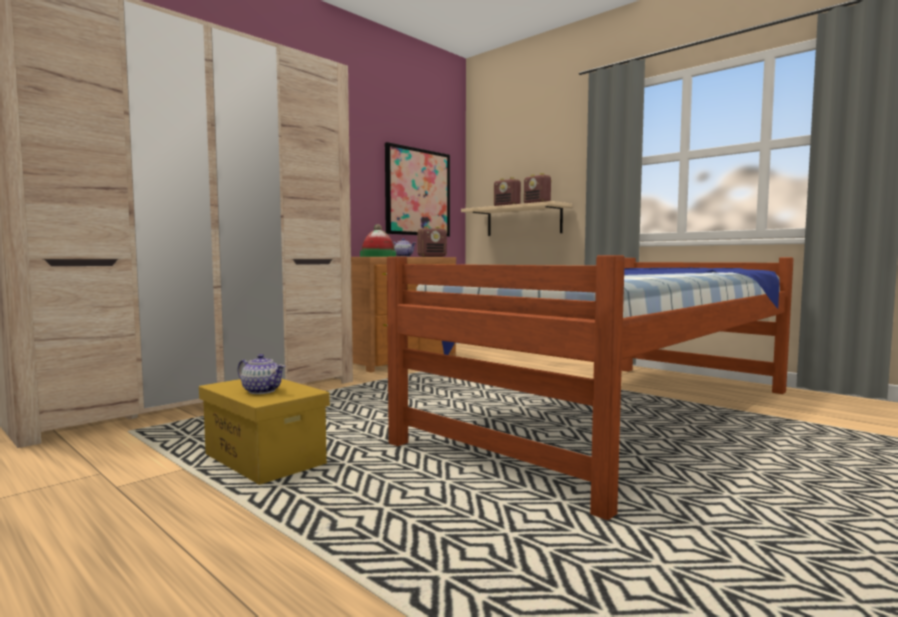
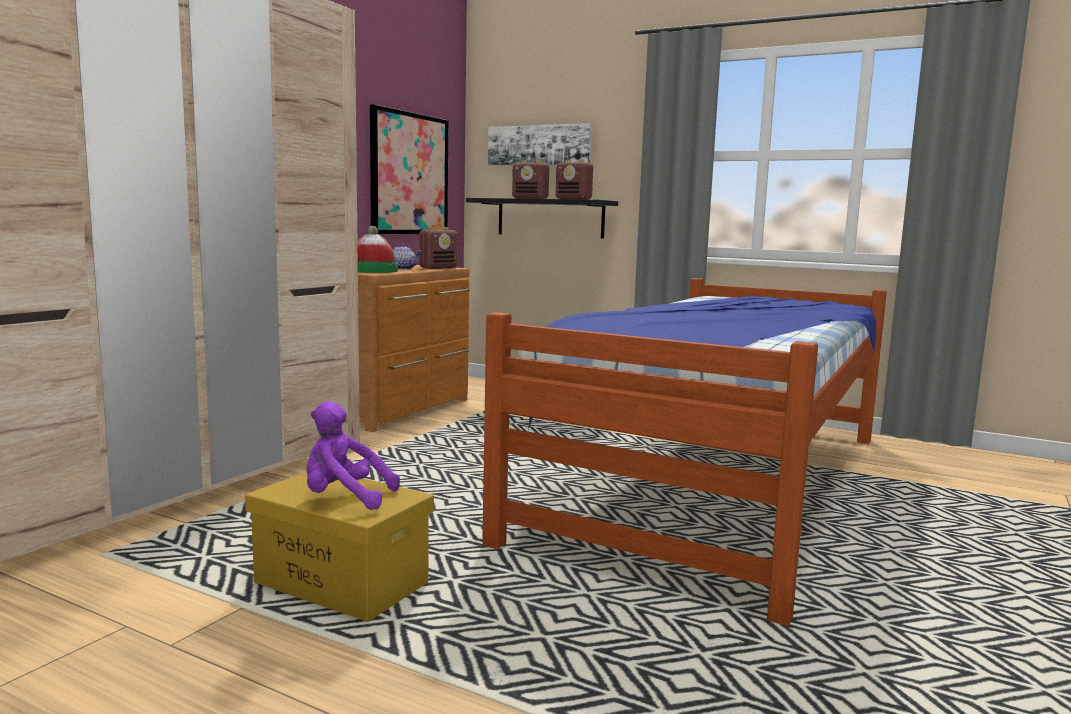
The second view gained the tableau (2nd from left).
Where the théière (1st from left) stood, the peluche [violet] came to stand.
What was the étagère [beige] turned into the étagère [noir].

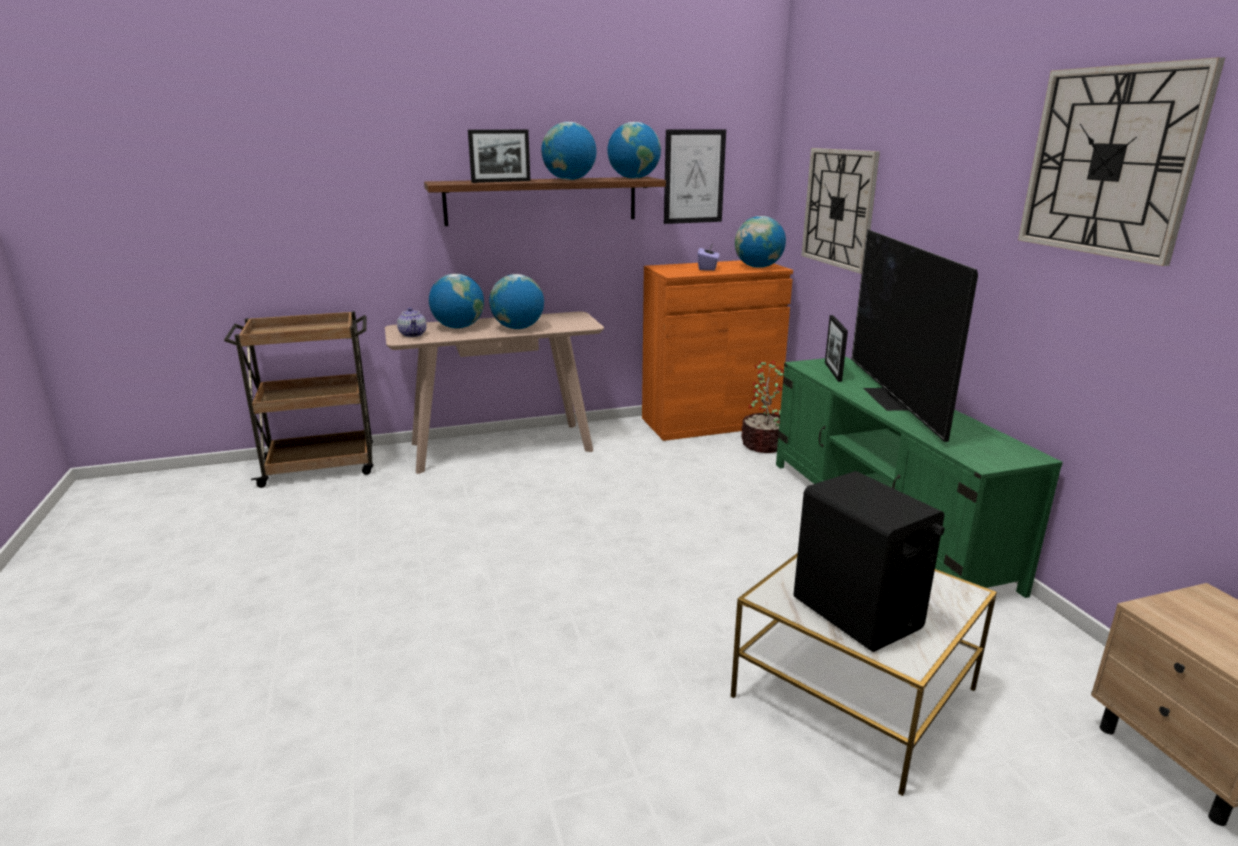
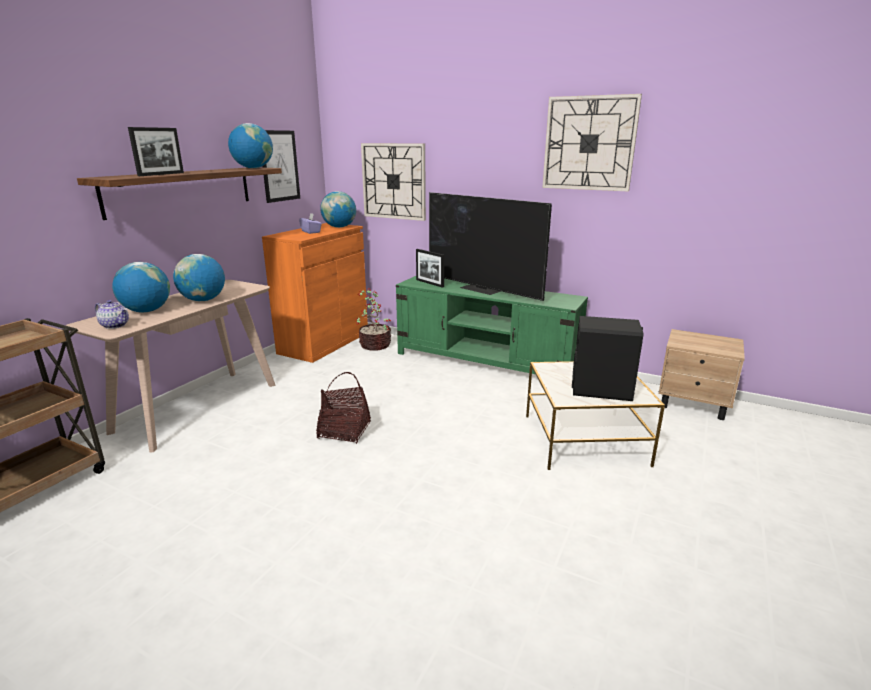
The second view lost the globe (3rd from left).
The second view gained the panier.

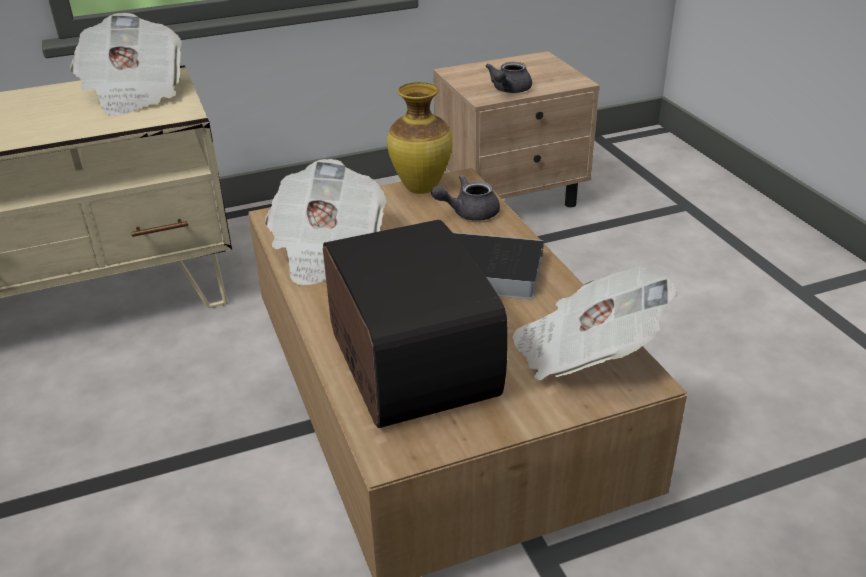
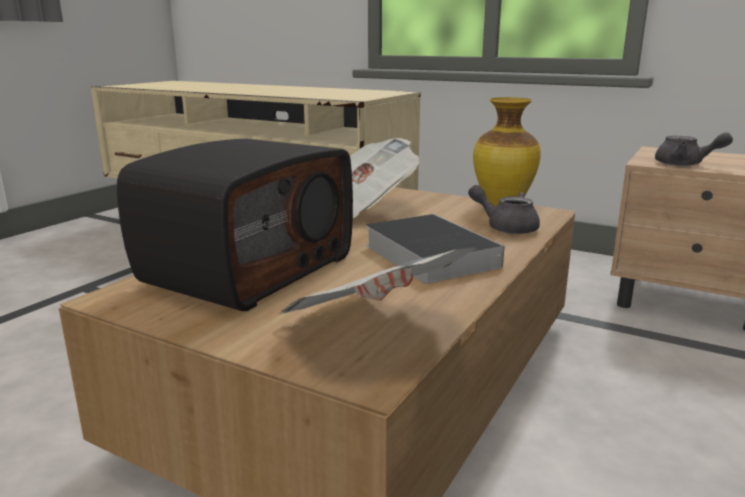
The second view lost the journal (1st from left).
The théière [gris] (2nd from left) ended up facing another way, 135 degrees counterclockwise from before.

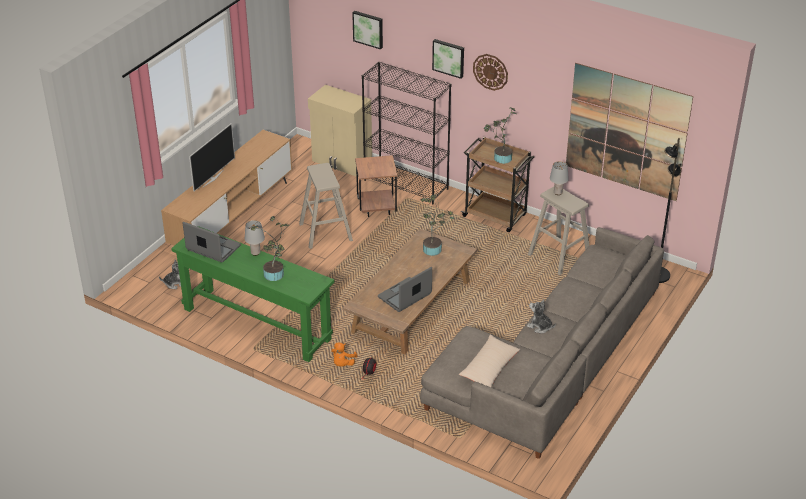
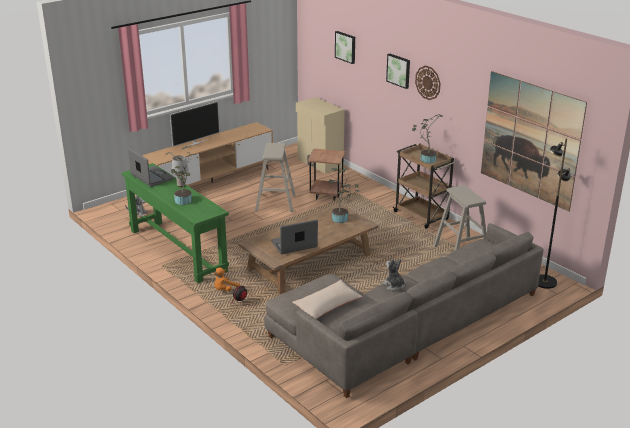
The second view lost the bibliothèque [noir].
The second view lost the lampe de table [gris] (2nd from left).

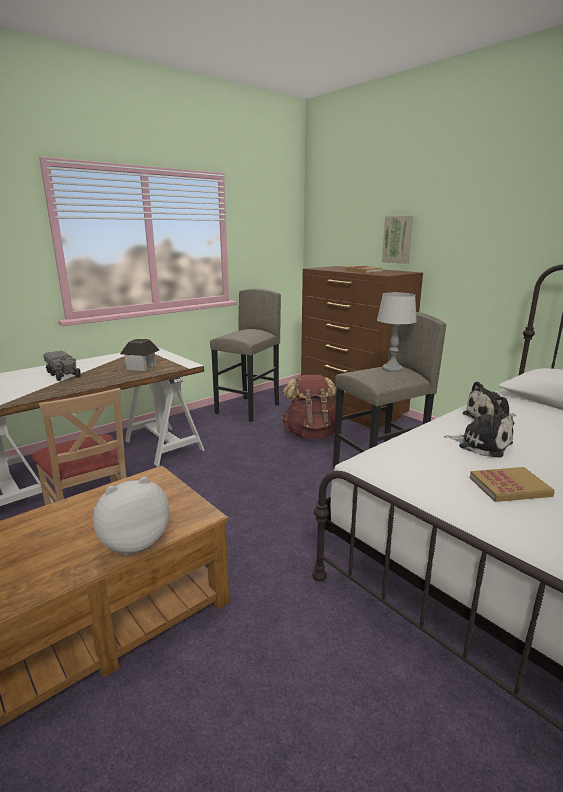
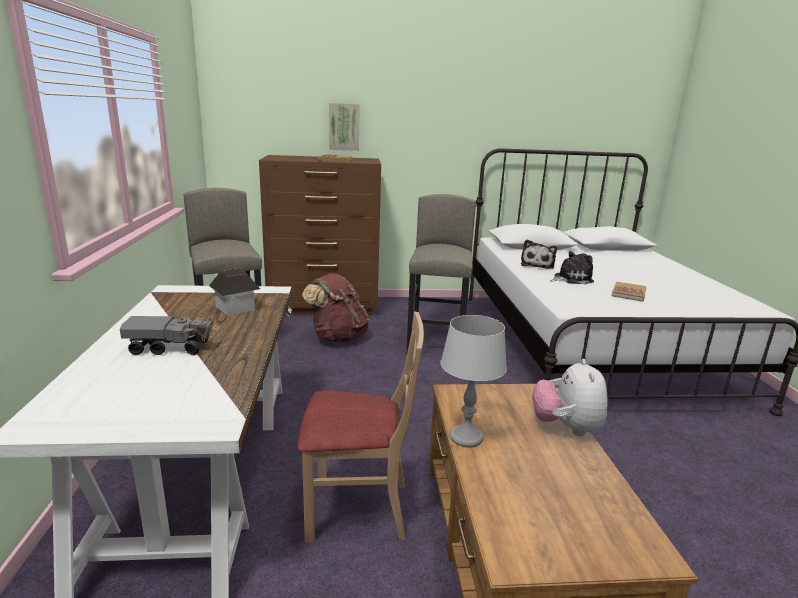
The lampe de table [gris] ended up elsewhere.

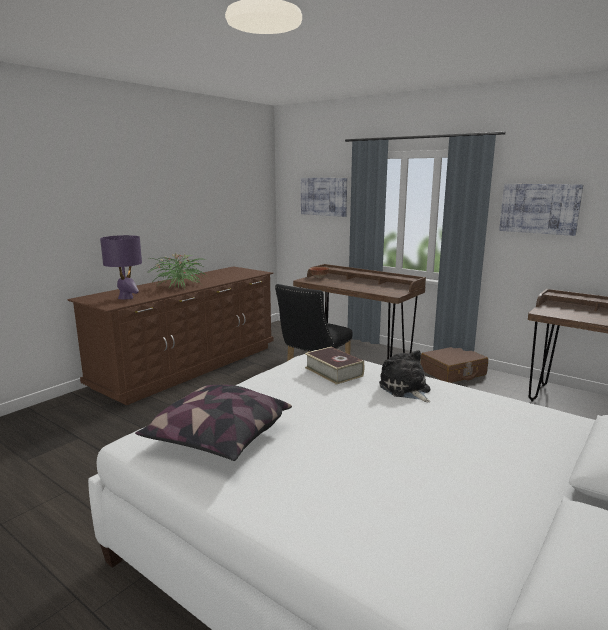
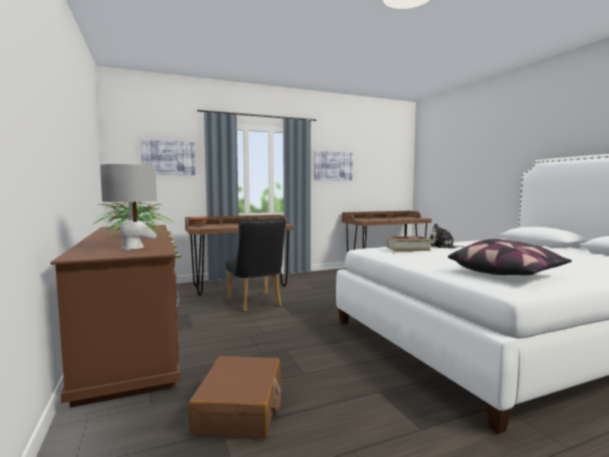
The valise [marron] ended up elsewhere.
What was the lampe de table [violet] turned into the lampe de table [gris].

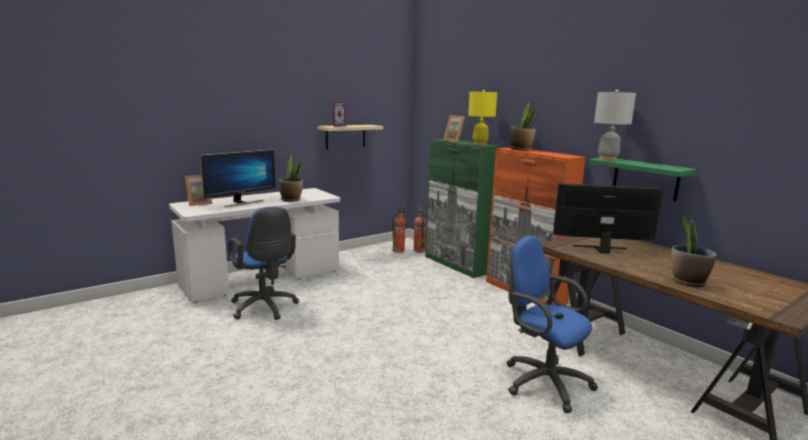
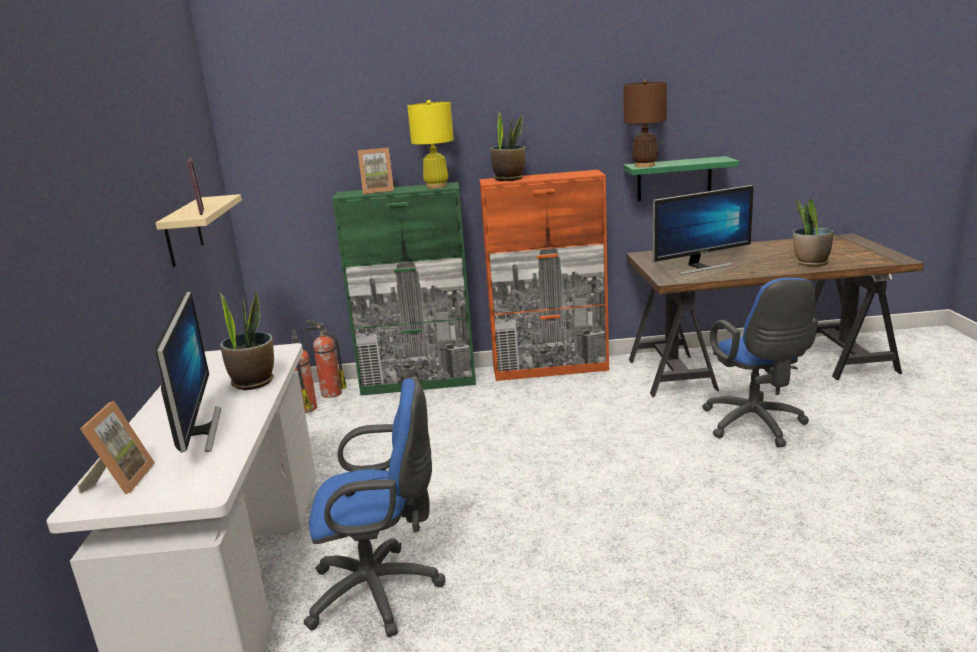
What was the lampe de table [gris] turned into the lampe de table [marron].
The chaise de bureau [bleu] (2nd from left) ended up facing another way, 90 degrees counterclockwise from before.
The écran d'ordinateur (2nd from left) ended up facing another way, 150 degrees counterclockwise from before.

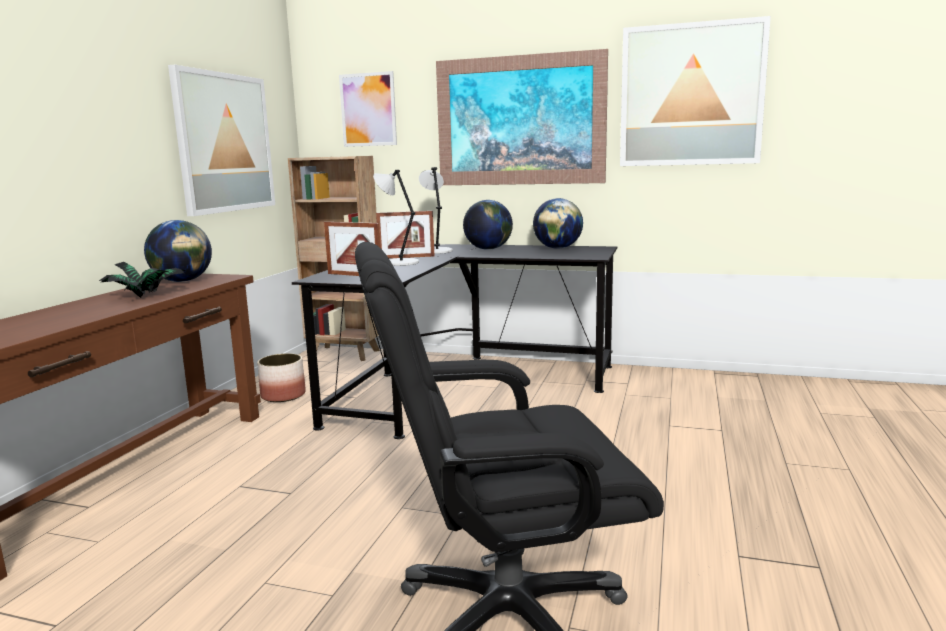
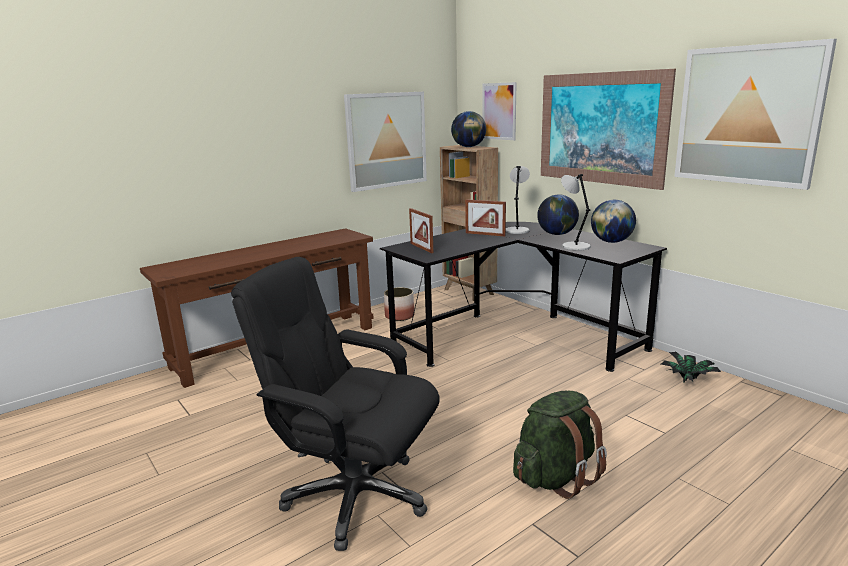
The second view gained the sac à dos [vert].
The plante en pot ended up elsewhere.
The globe (1st from left) ended up elsewhere.
The lampe de table [gris] (1st from left in the first image) ended up elsewhere.

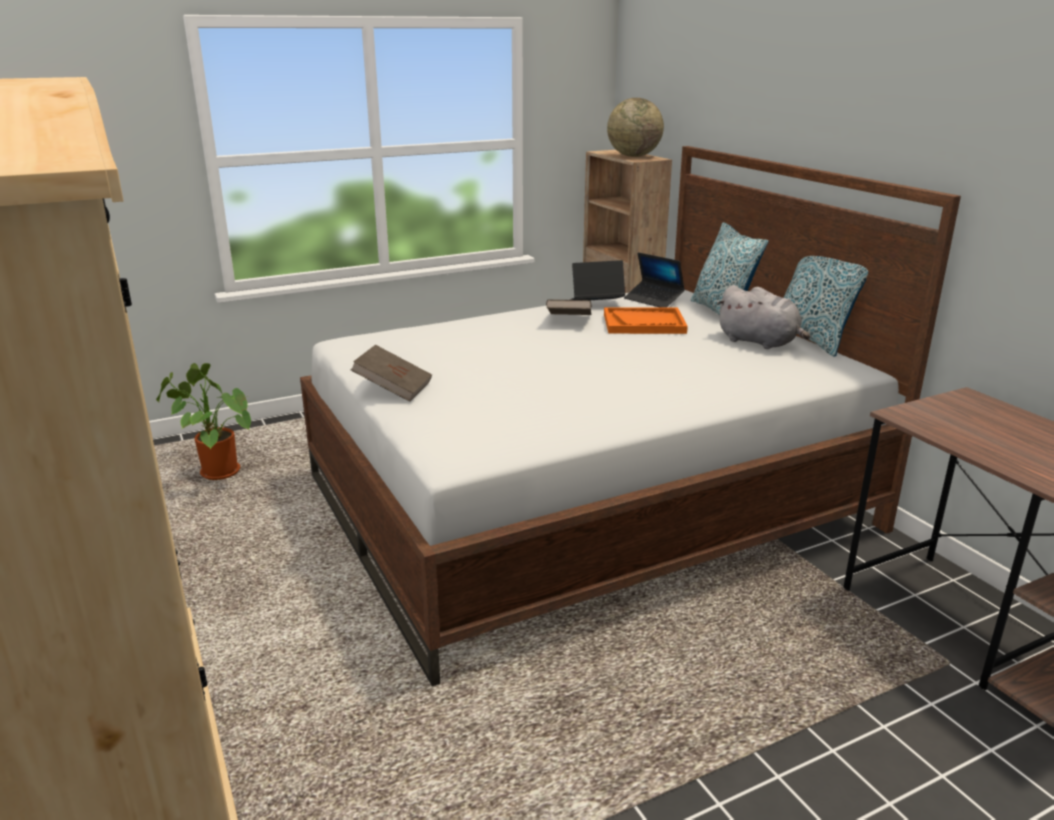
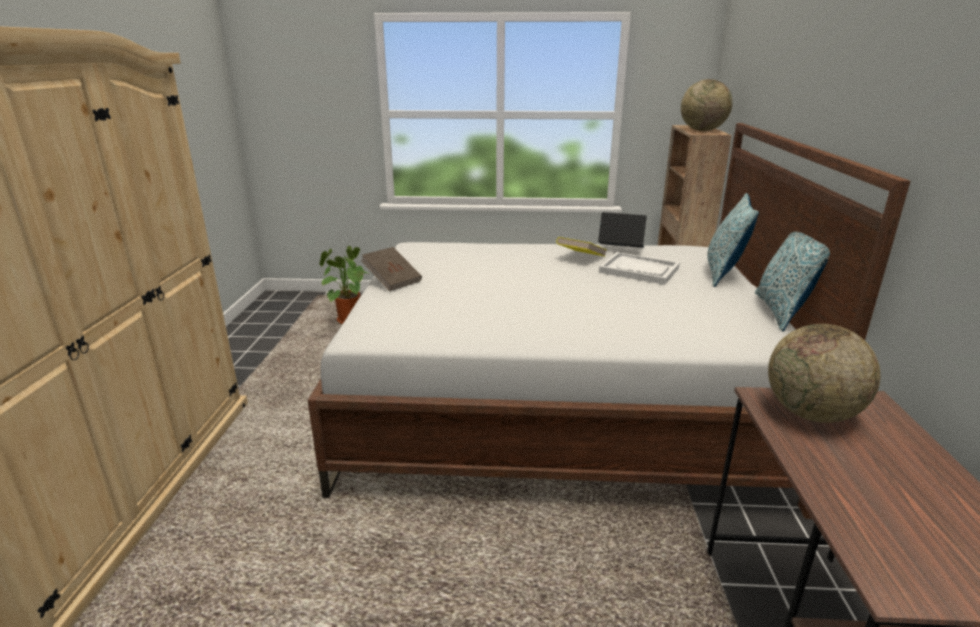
The second view lost the ordinateur portable (2nd from left).
The second view lost the peluche [gris].
The second view gained the globe (2nd from left).
What was the livre [marron] (2nd from left) turned into the livre [jaune].
What was the plateau [orange] turned into the plateau [blanc].

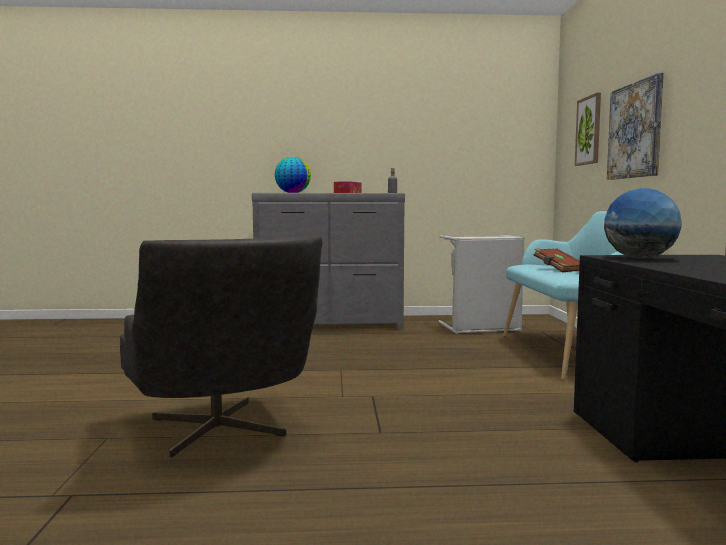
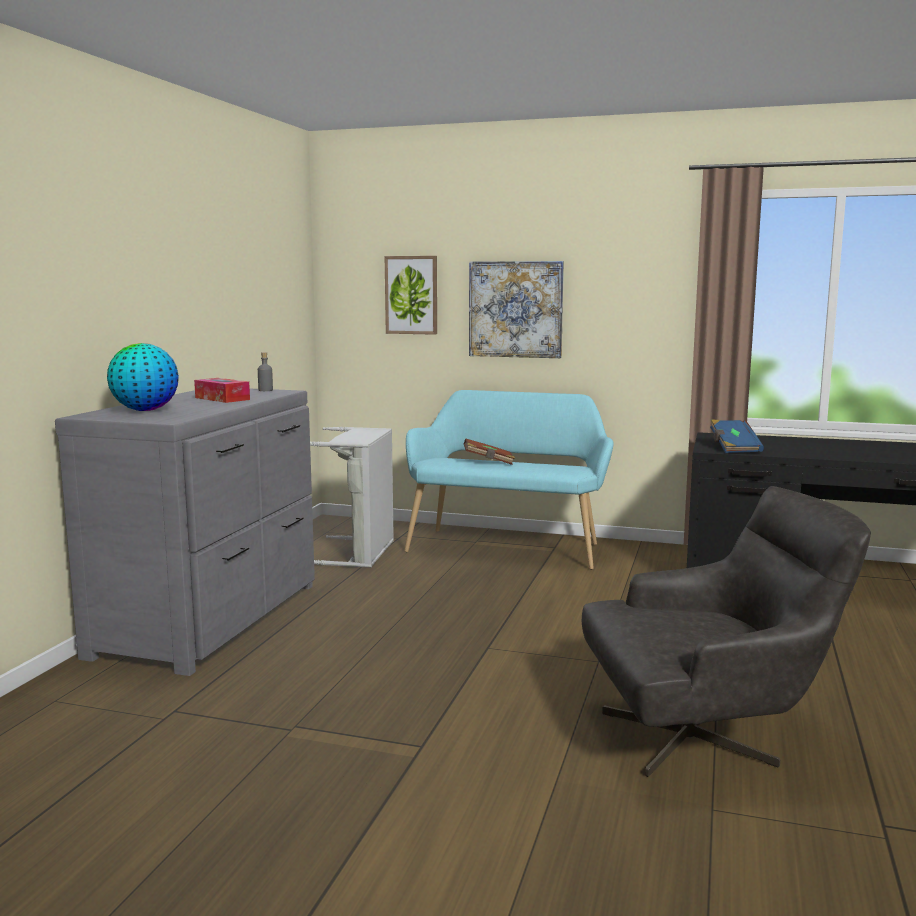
Where the globe (2nd from left) stood, the livre [bleu] came to stand.

